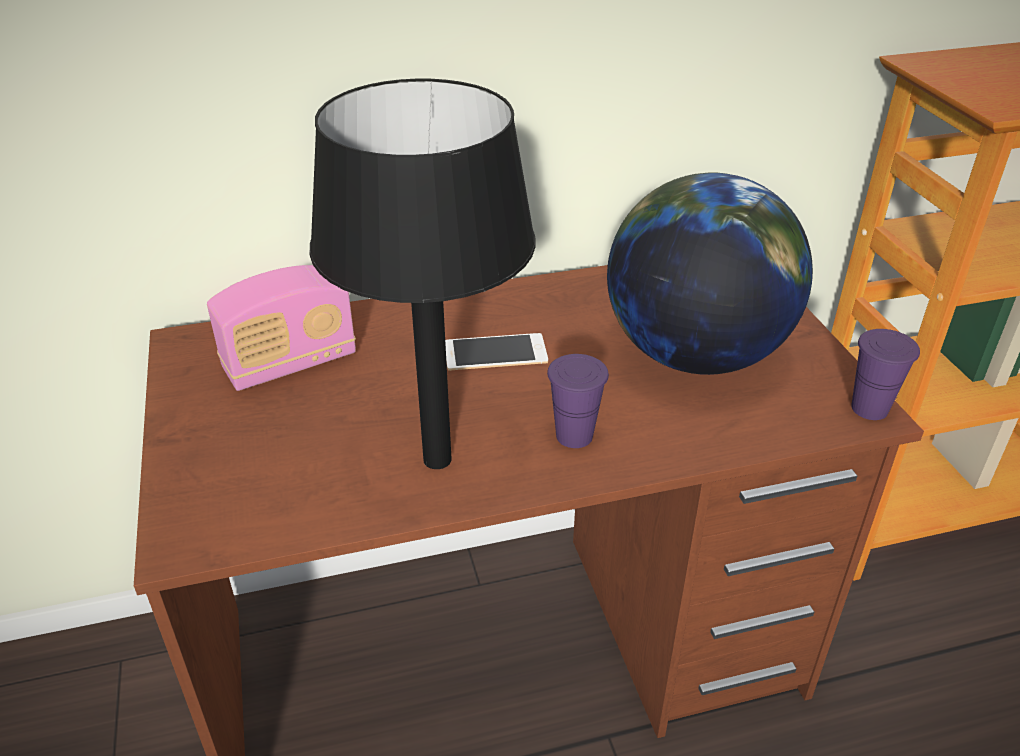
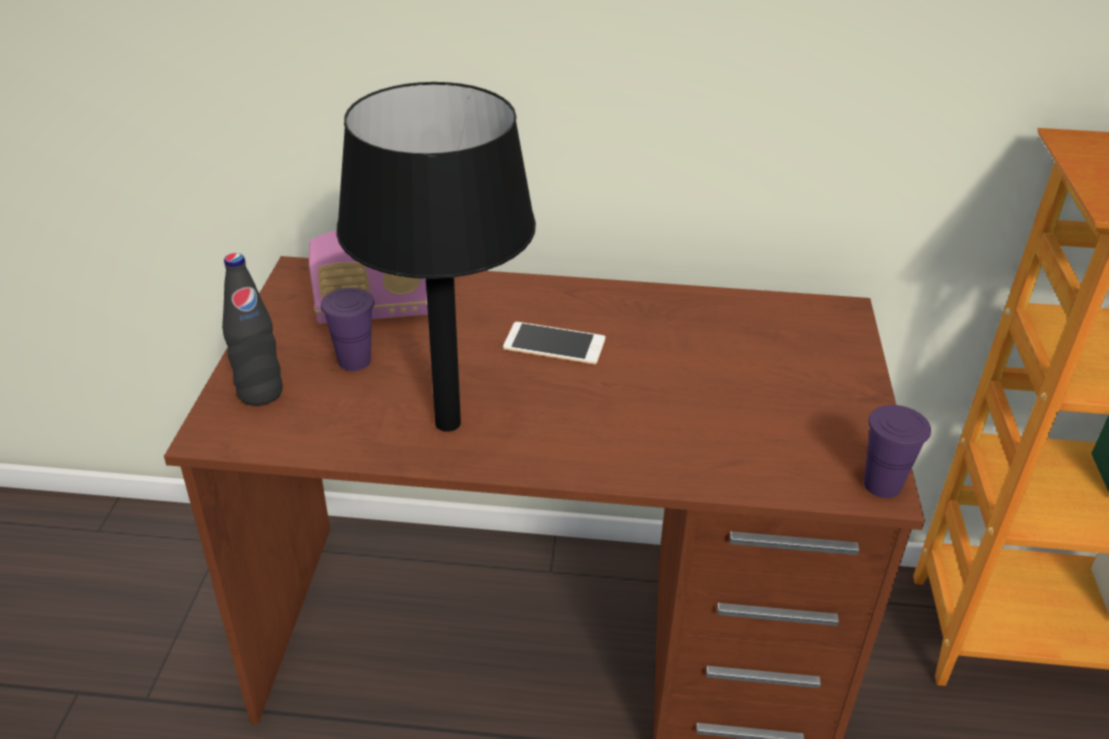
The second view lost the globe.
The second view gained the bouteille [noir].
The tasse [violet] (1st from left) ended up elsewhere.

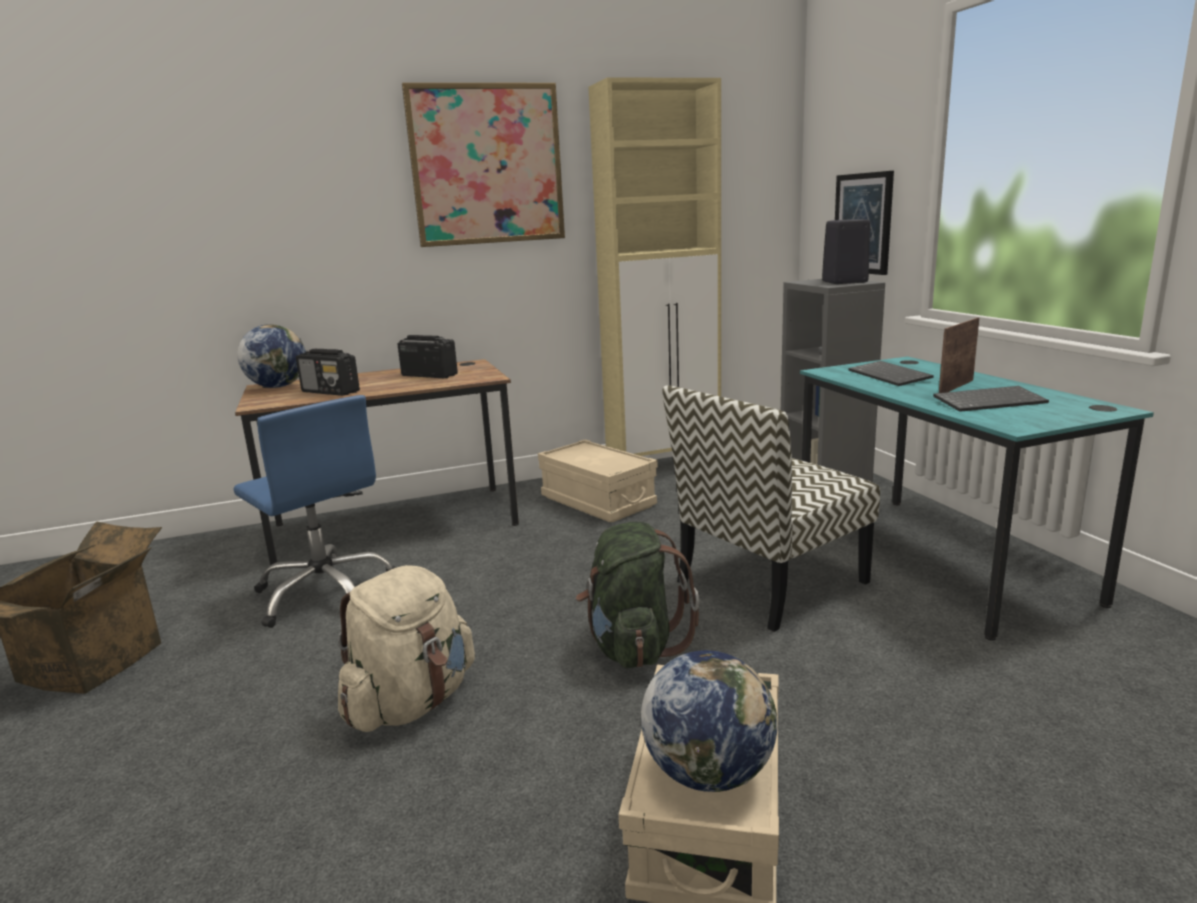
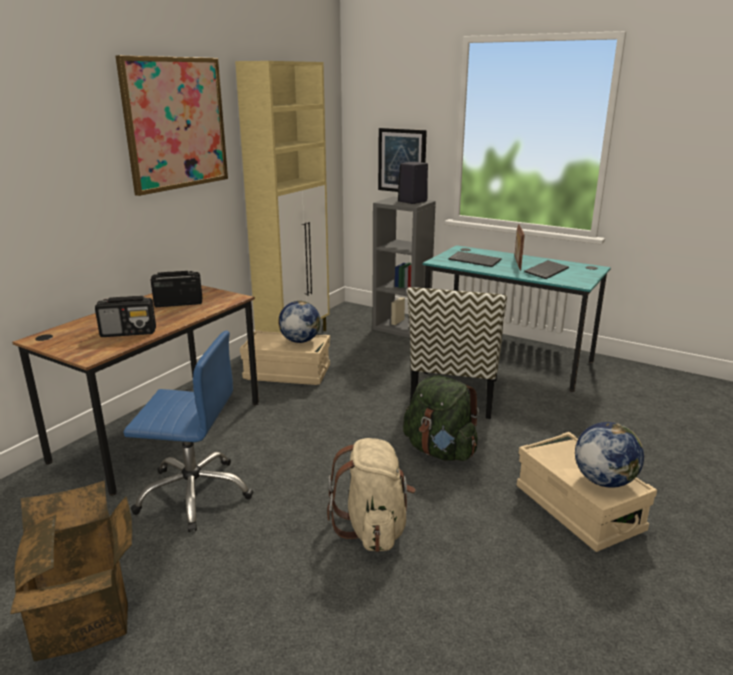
The globe (1st from left) ended up elsewhere.

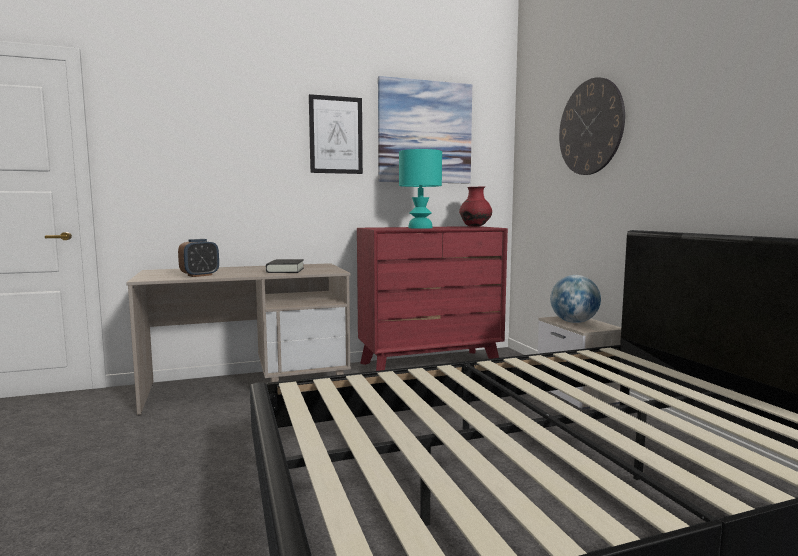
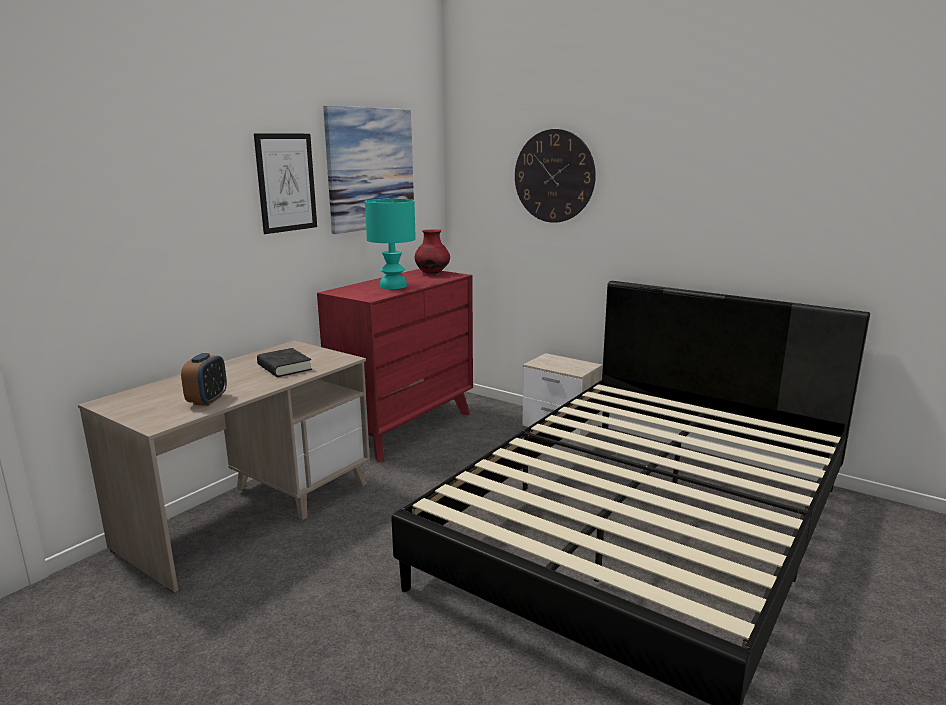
The second view lost the globe.

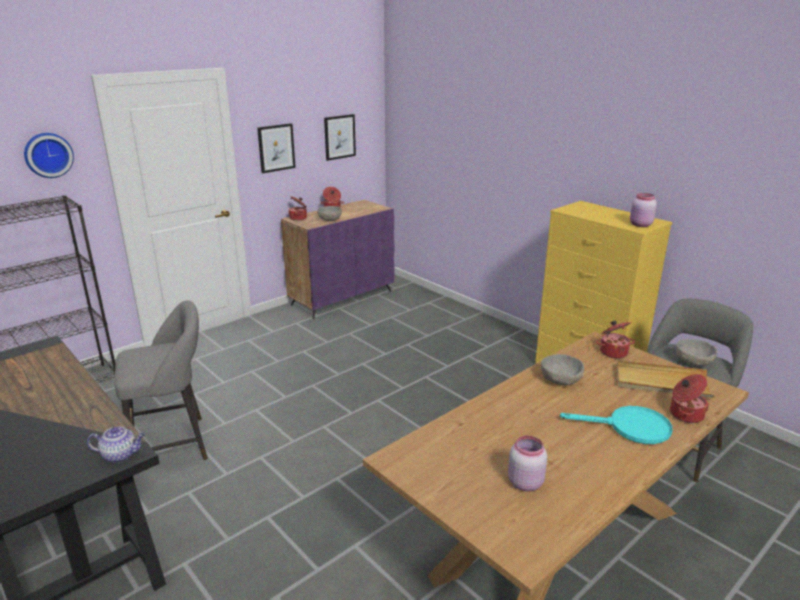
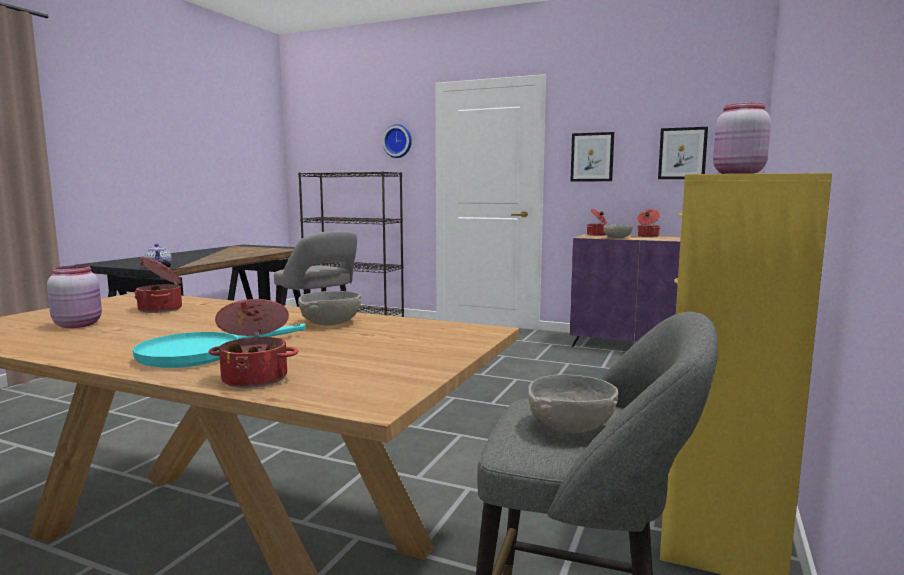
The second view lost the plateau [beige].
The marmite (3rd from left in the first image) ended up elsewhere.
The poêle [turquoise] ended up facing another way, 60 degrees clockwise from before.

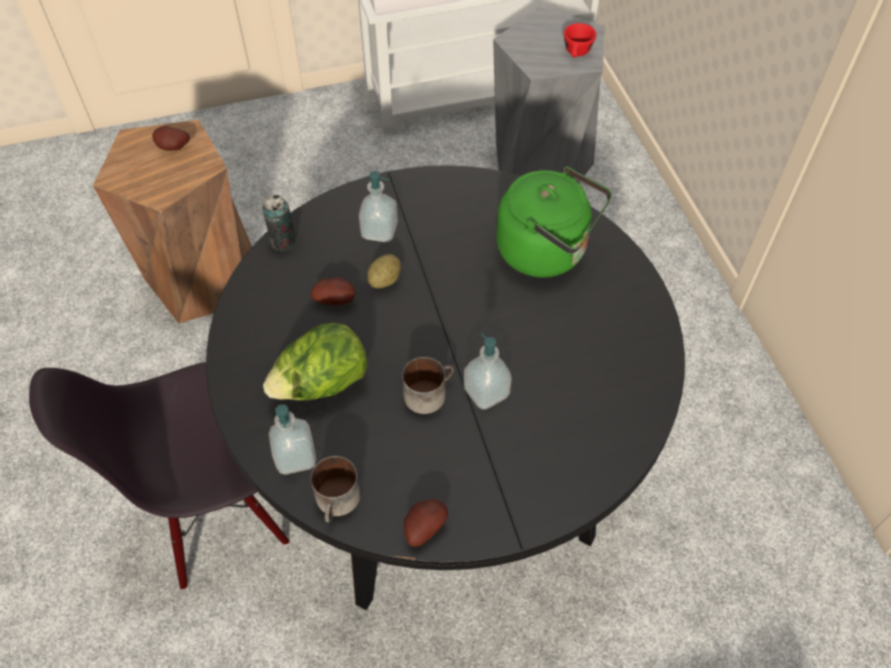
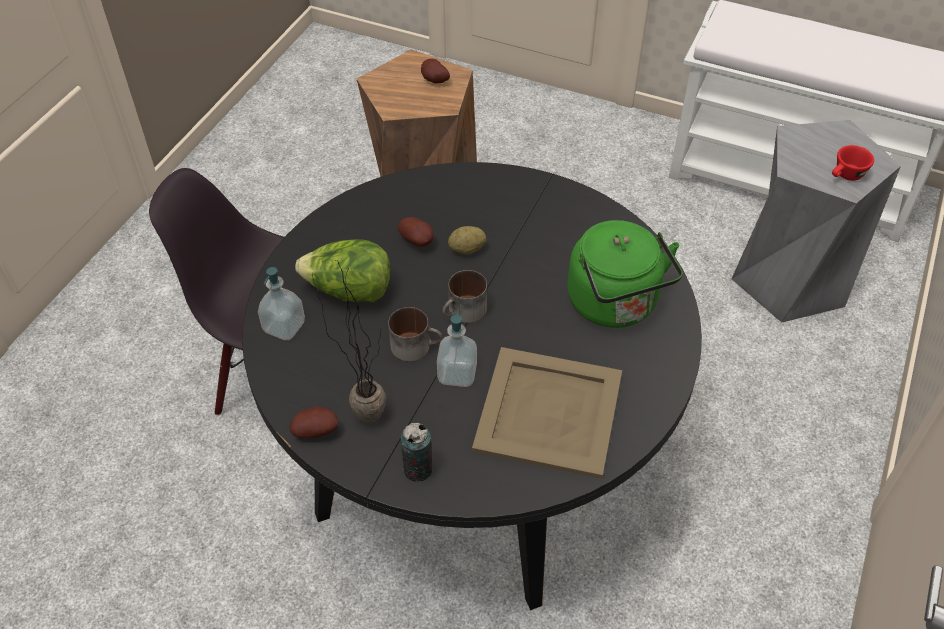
The second view lost the distributeur de savon (2nd from left).
The second view gained the plante en pot.
The second view gained the plateau [beige].
The boîte métallique ended up elsewhere.
The mug (1st from left in the first image) ended up elsewhere.

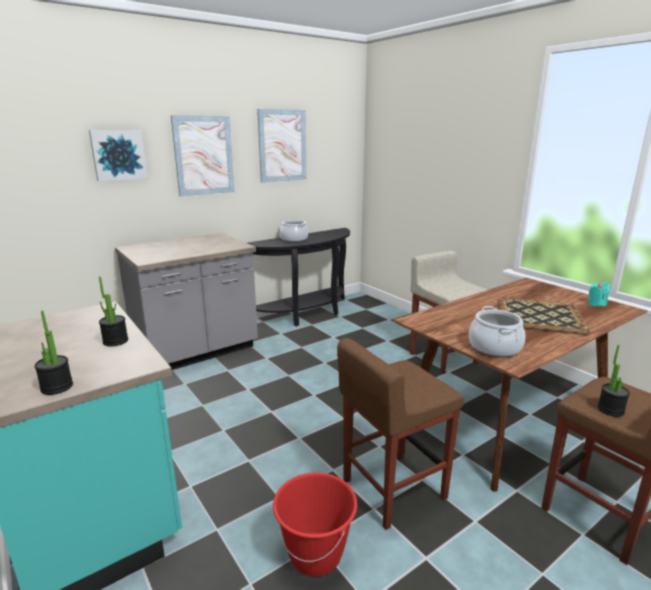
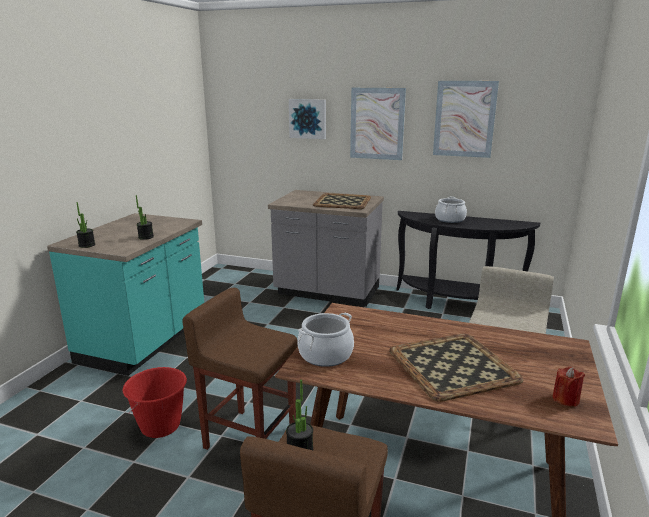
The second view gained the plateau (1st from left).
What was the bougie [turquoise] turned into the bougie [rouge].

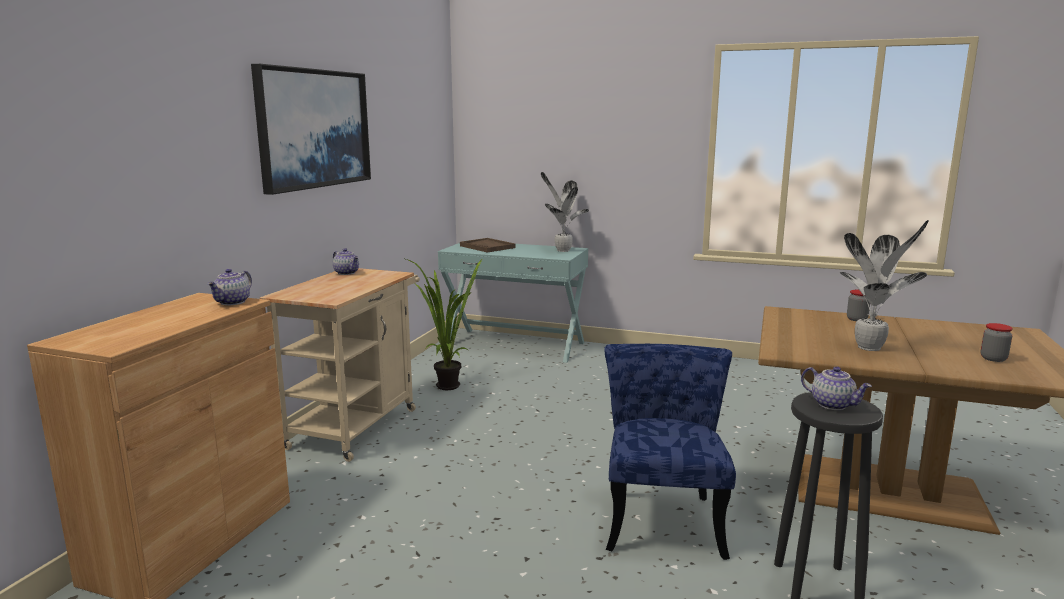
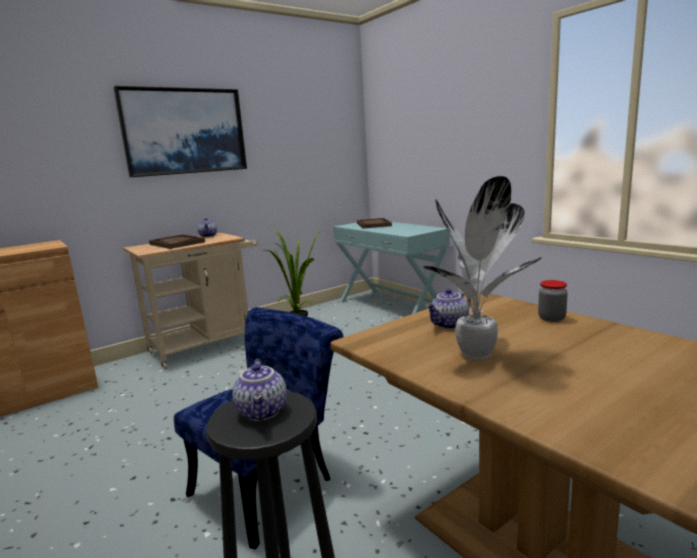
The second view lost the plante en pot (2nd from left).
The second view lost the bocal (2nd from left).
The second view gained the plateau [marron] (1st from left).
The théière (1st from left in the first image) ended up elsewhere.

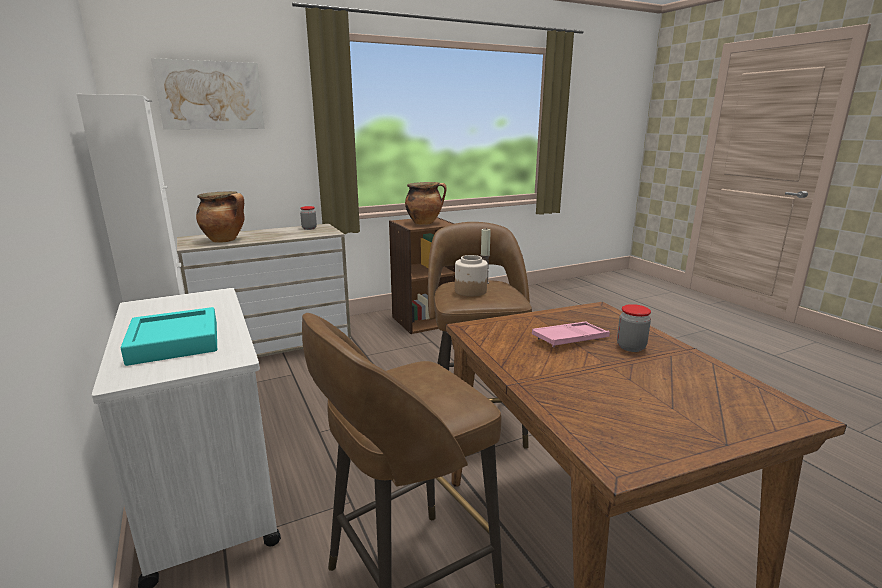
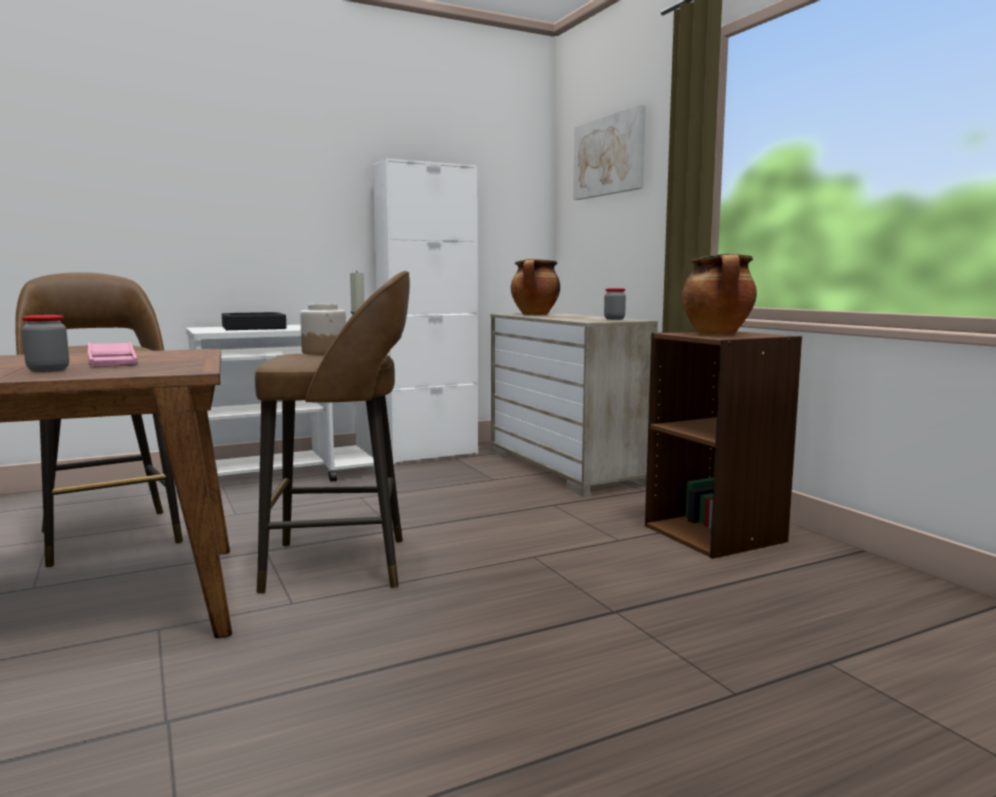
What was the plateau [turquoise] turned into the plateau [noir].

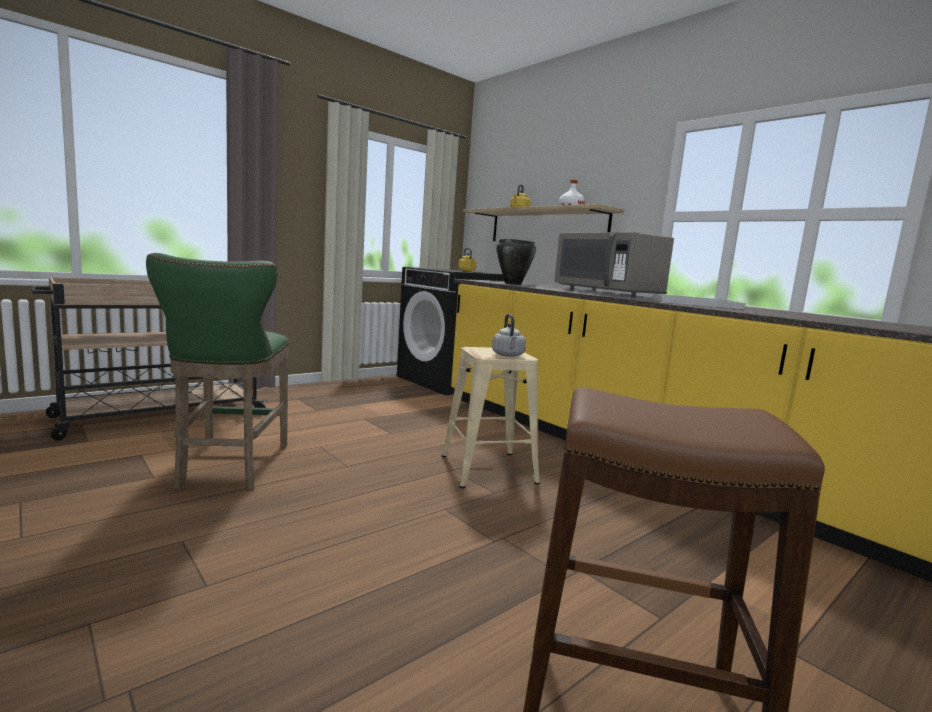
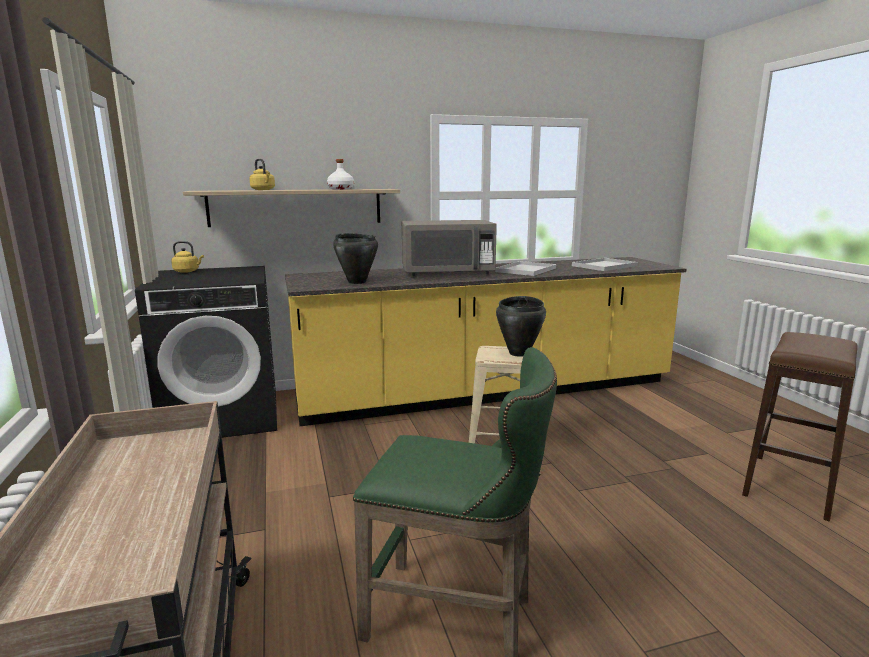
The second view gained the plateau [blanc] (2nd from left).
Where the bouilloire [gris] stood, the marmite [noir] (2nd from left) came to stand.

